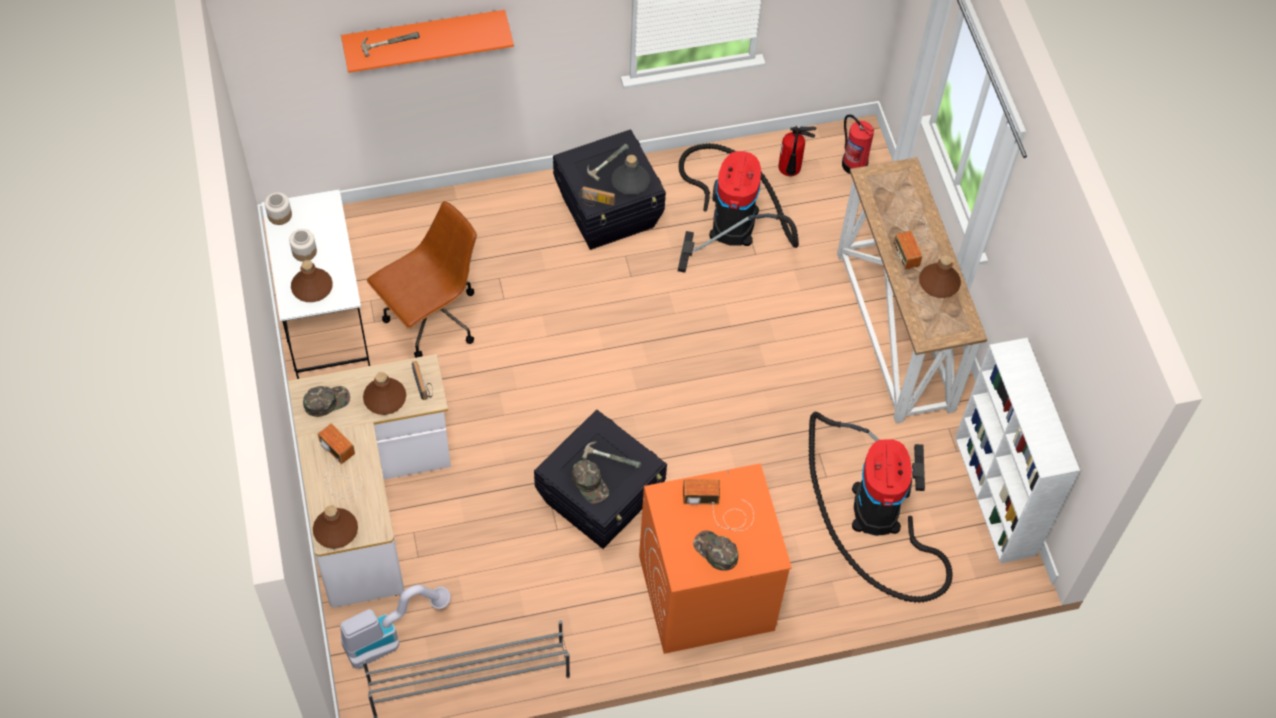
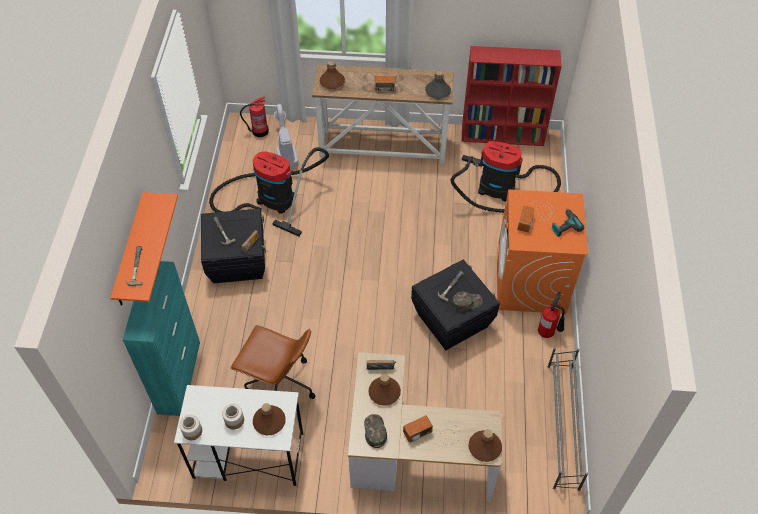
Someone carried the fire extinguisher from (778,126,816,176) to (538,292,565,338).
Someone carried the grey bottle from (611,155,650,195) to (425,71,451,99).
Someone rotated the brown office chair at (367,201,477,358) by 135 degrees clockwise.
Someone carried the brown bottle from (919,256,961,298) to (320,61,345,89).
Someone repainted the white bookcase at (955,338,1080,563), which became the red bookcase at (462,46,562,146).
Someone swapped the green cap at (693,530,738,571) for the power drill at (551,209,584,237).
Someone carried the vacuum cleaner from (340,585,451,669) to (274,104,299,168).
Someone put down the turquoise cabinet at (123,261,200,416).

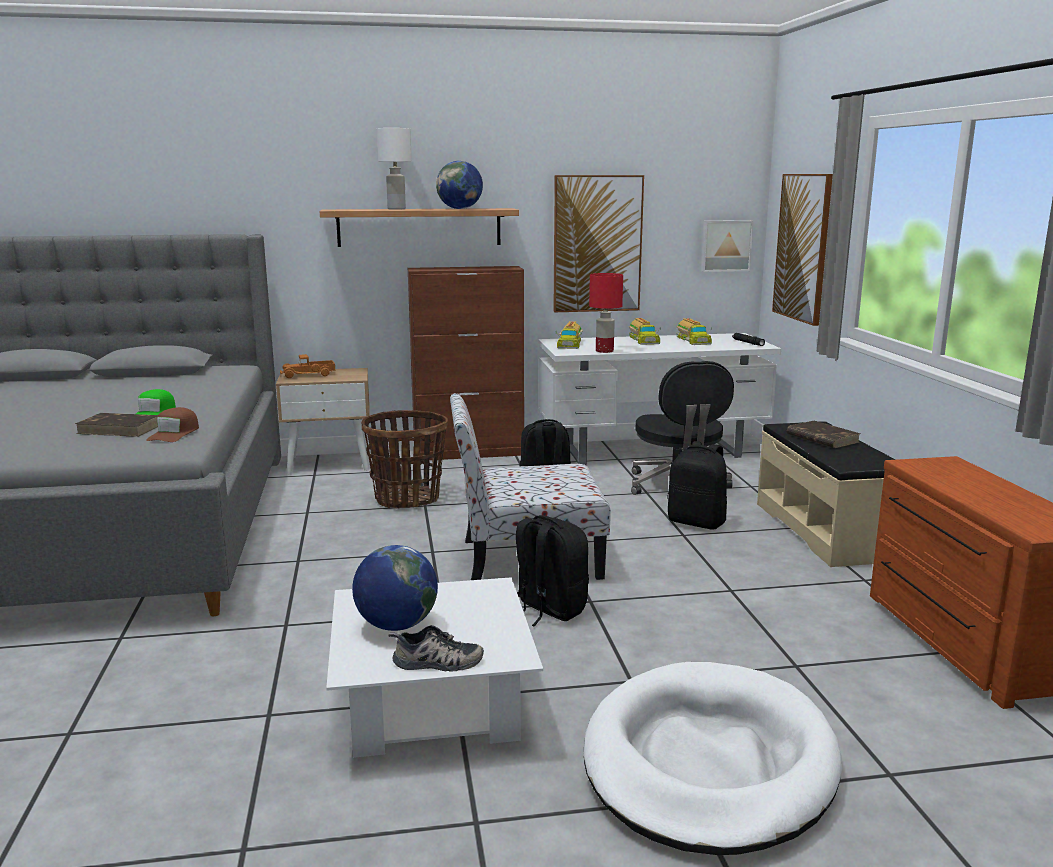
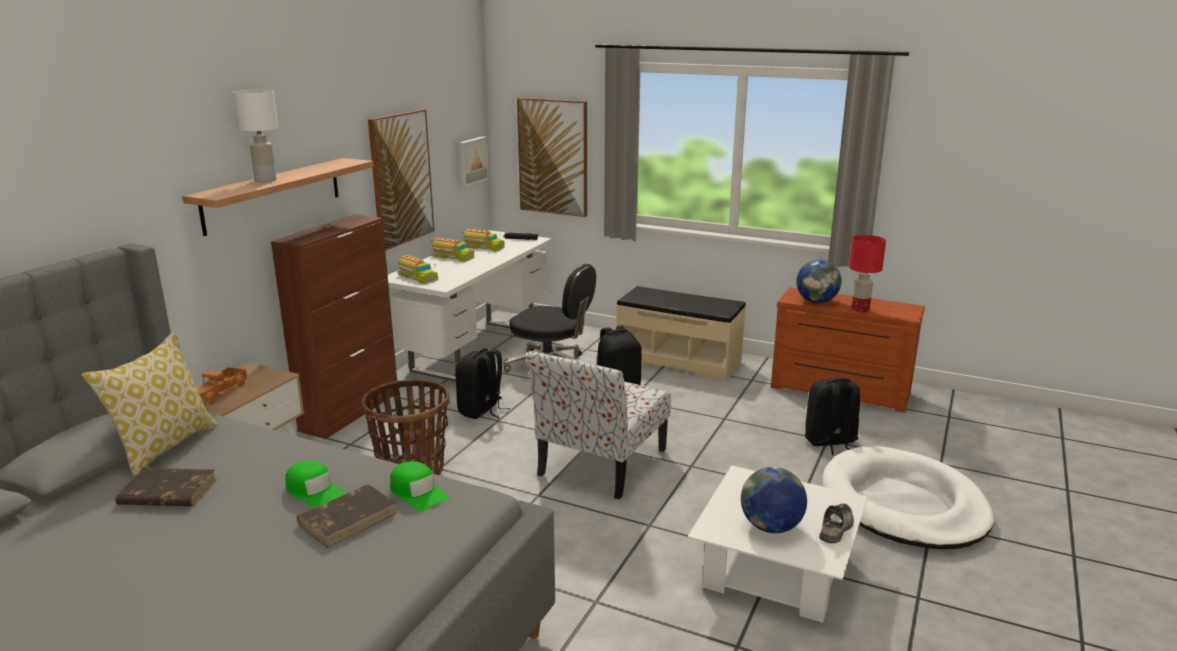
Someone carried the globe from (436,161,483,209) to (796,260,842,303).
Someone carried the red table lamp from (589,273,623,353) to (849,235,886,312).
Someone repainted the brown cap at (146,407,199,442), which became the green cap at (390,461,449,511).
Someone carried the brown book from (787,421,861,448) to (115,468,216,506).
Someone carried the black backpack from (516,515,589,627) to (805,378,860,455).
Someone put down the pillow at (82,332,219,477).

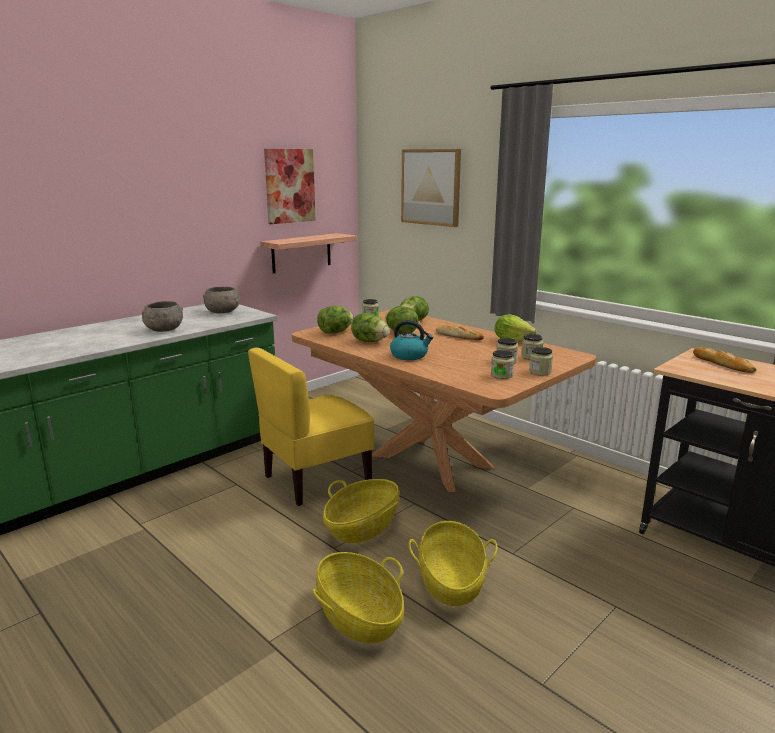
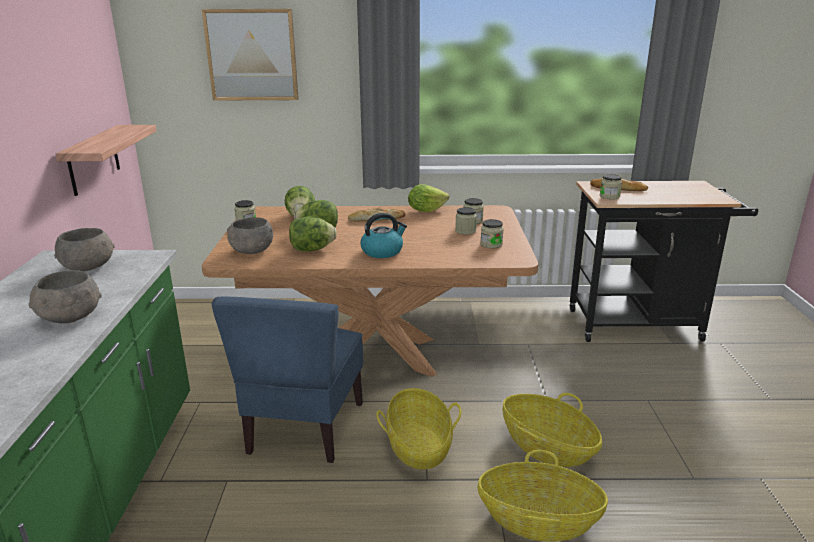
Someone took away the picture at (264,149,316,224).
Someone swapped the lettuce at (317,306,354,334) for the grey bowl at (227,217,273,254).
Someone repainted the yellow chair at (248,347,374,506), which became the blue chair at (212,297,363,463).
Someone carried the jar from (529,347,553,375) to (600,174,622,200).

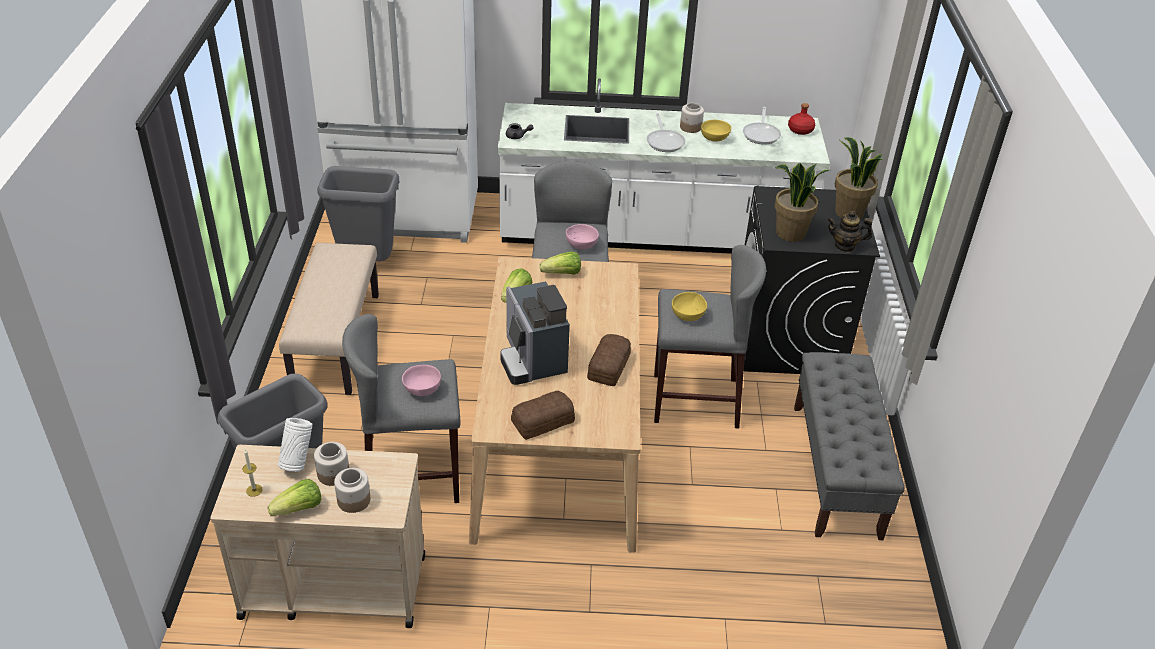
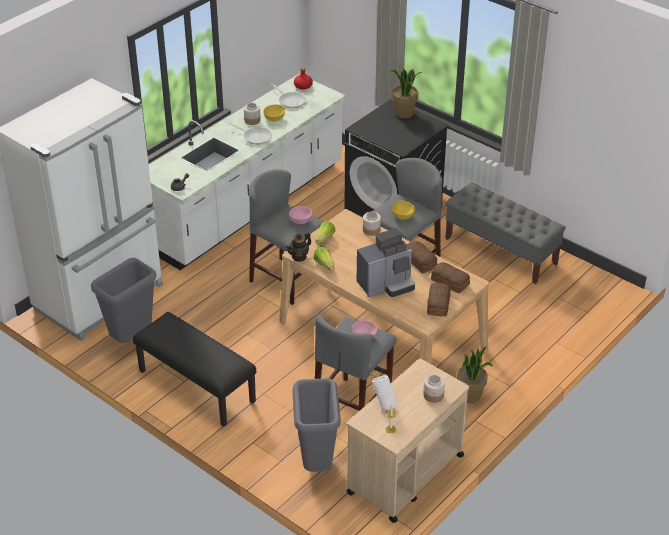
Someone carried the potted plant from (775,163,829,242) to (457,347,493,403).
Someone carried the teapot from (827,211,872,252) to (286,232,311,262).
Someone repainted the beige bench at (279,243,379,395), which became the black bench at (133,312,256,427).
Someone rotated the coffee machine at (500,281,570,385) by 45 degrees counterclockwise.
Someone carried the jar from (314,442,349,486) to (363,212,381,236).
Someone took away the lettuce at (267,479,321,516).
Someone put down the bread at (431,262,470,294).

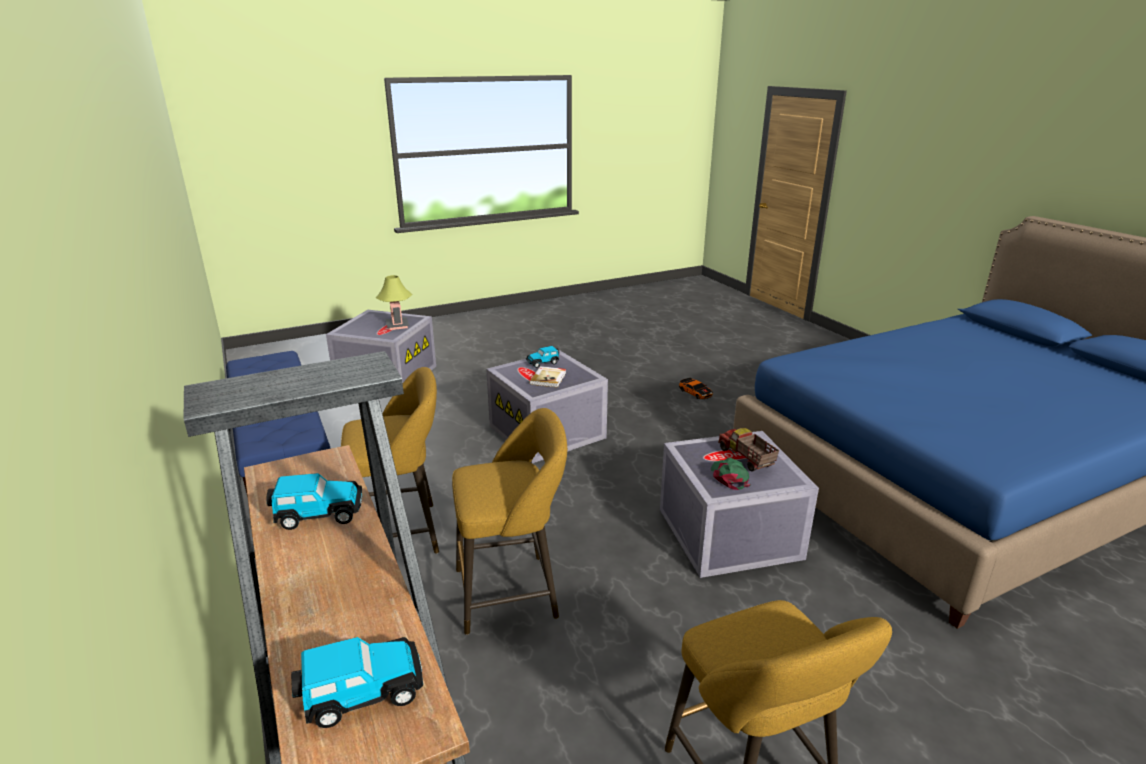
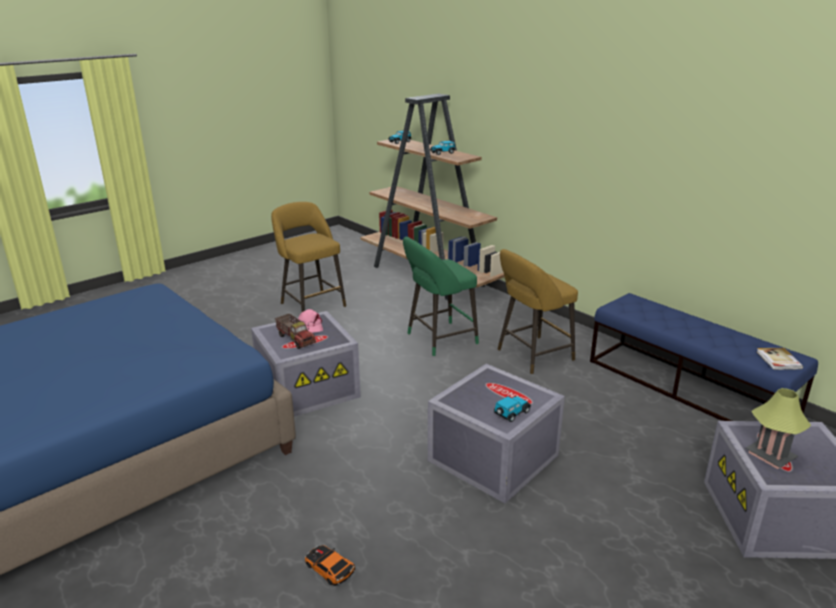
Someone carried the book from (530,366,566,388) to (757,348,803,370).
Someone repainted the yellow stool at (452,408,567,635), which became the green stool at (403,237,479,356).
Someone repainted the green cap at (711,458,750,490), which became the pink cap at (298,309,323,333).

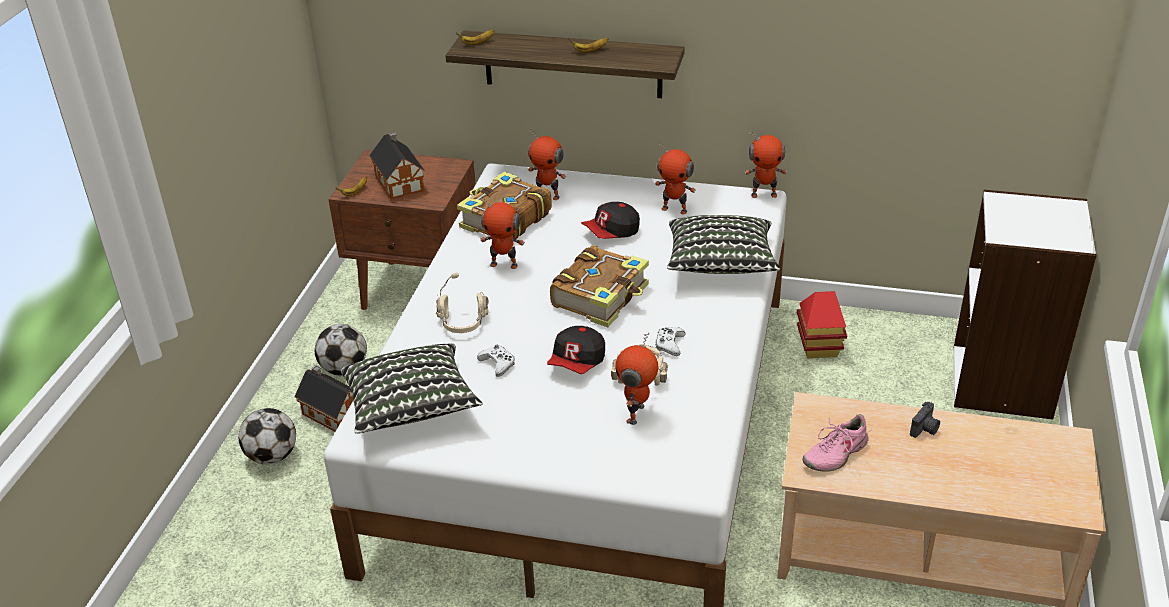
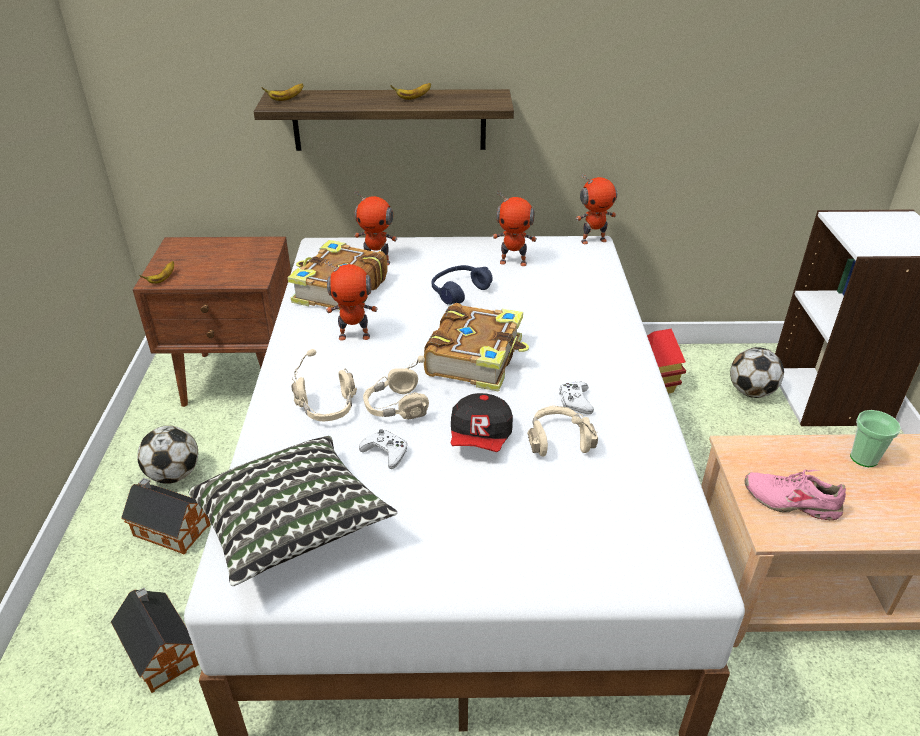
Someone carried the toy house from (369,132,425,200) to (111,588,199,693).
Someone swapped the cap at (581,202,640,239) for the blue headphones at (432,265,493,305).
Someone took away the pillow at (667,215,780,274).
Someone took away the toy robot at (615,333,658,425).
Someone swapped the photo camera at (910,402,940,438) for the cup at (850,410,901,467).
Someone carried the football from (238,408,296,464) to (730,347,784,398).
Someone rotated the pink shoe at (802,414,871,472) by 75 degrees clockwise.
Someone put down the beige headphones at (363,356,429,419).

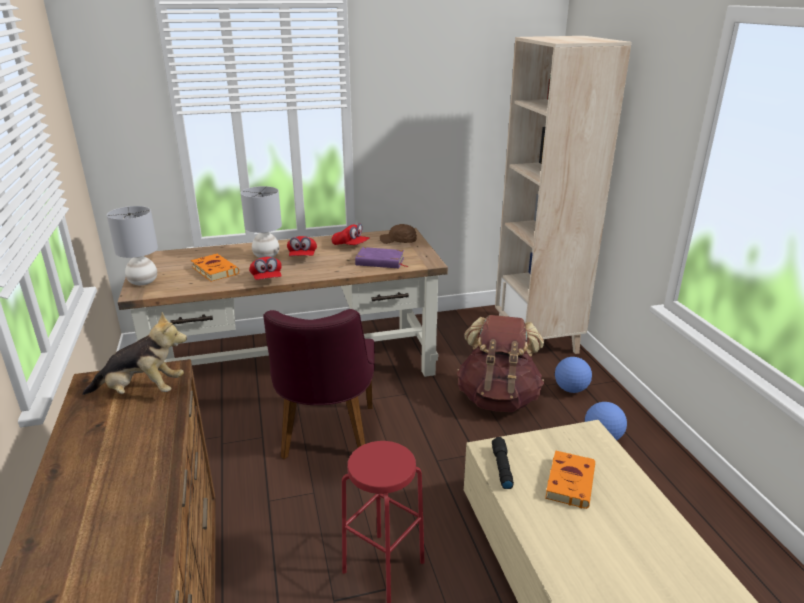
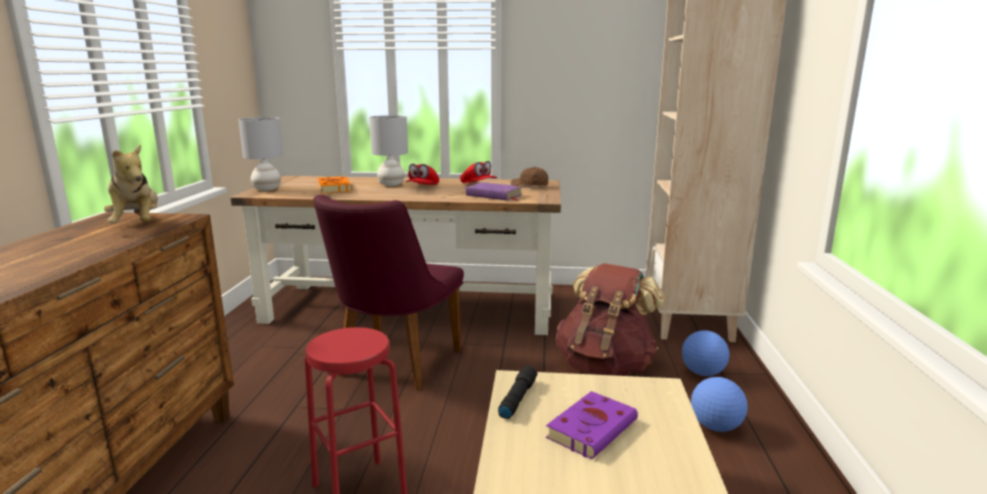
Someone took away the red cap at (249,257,282,280).
Someone rotated the plush toy at (83,312,187,395) by 45 degrees clockwise.
Someone repainted the orange book at (545,450,595,509), which became the purple book at (546,391,638,459).

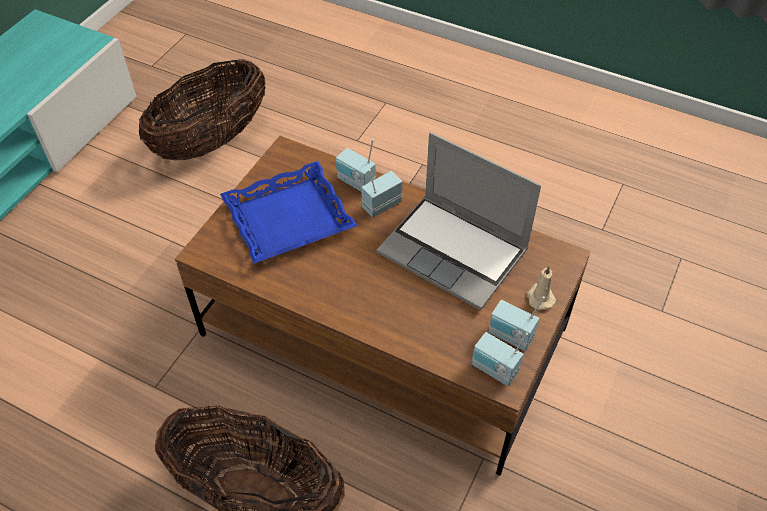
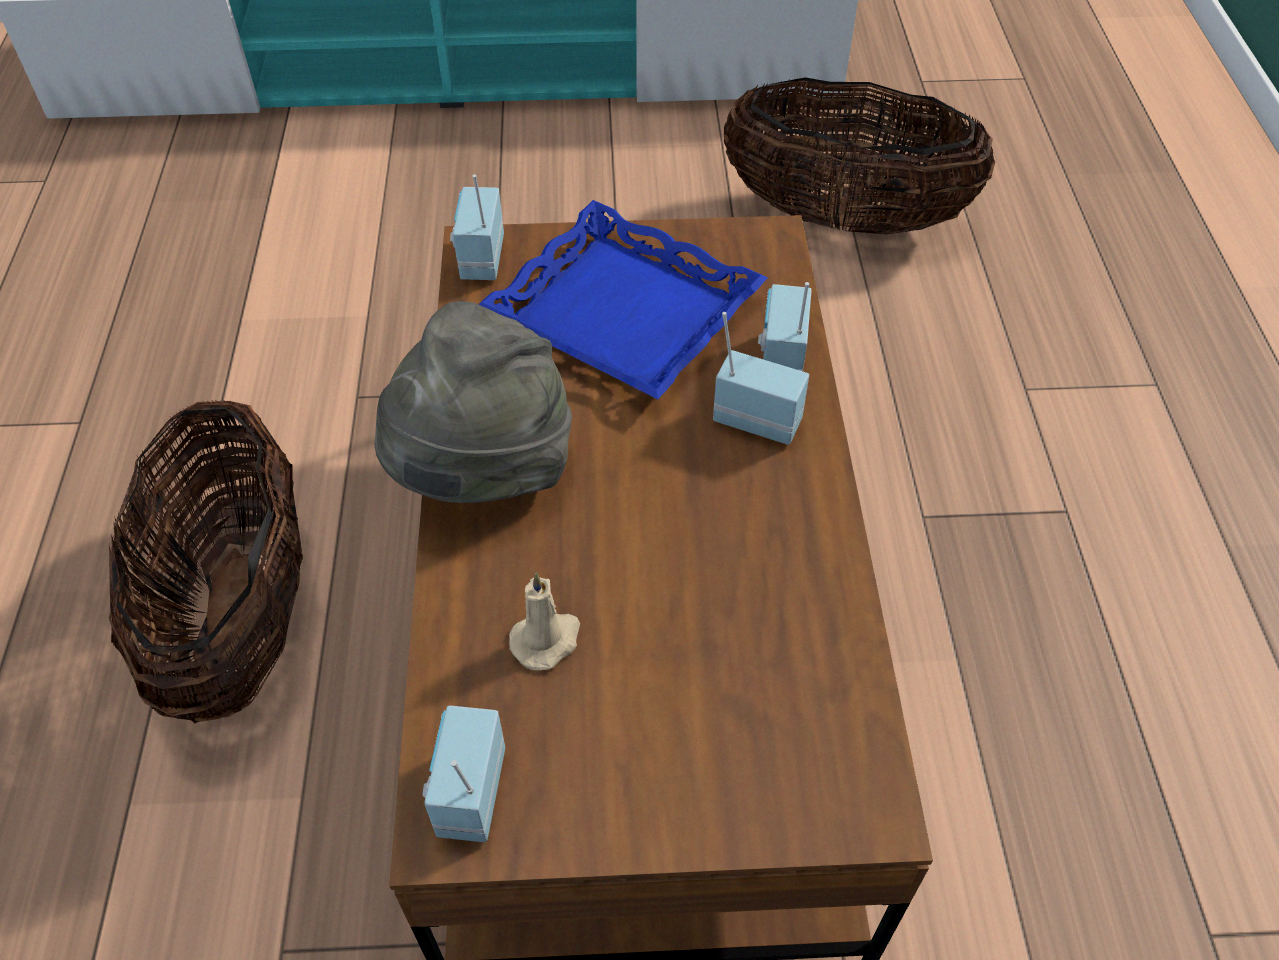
Someone took away the laptop at (377,132,541,310).
Someone carried the beige candle from (527,266,556,310) to (509,572,580,670).
Someone carried the radio from (488,296,545,351) to (450,174,504,280).
Someone put down the grey hat at (374,301,572,503).

